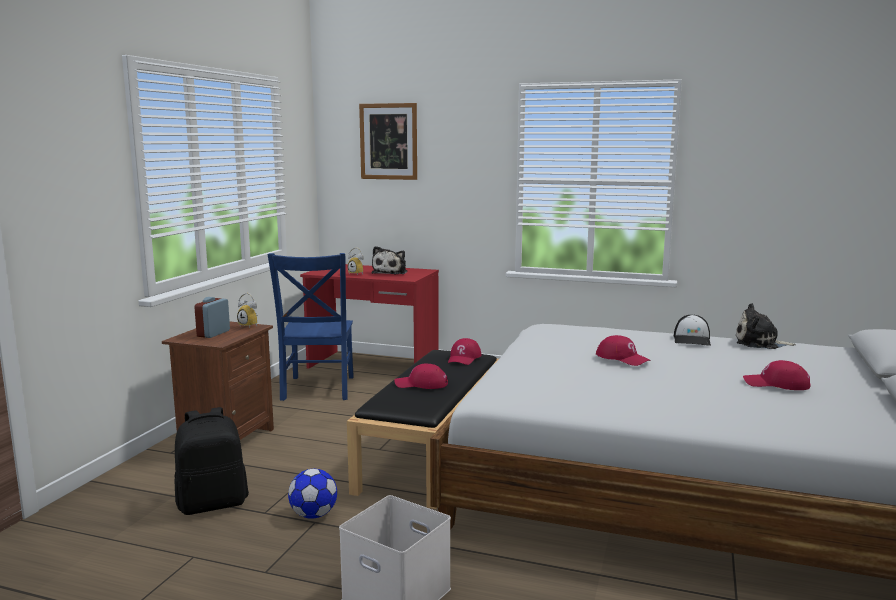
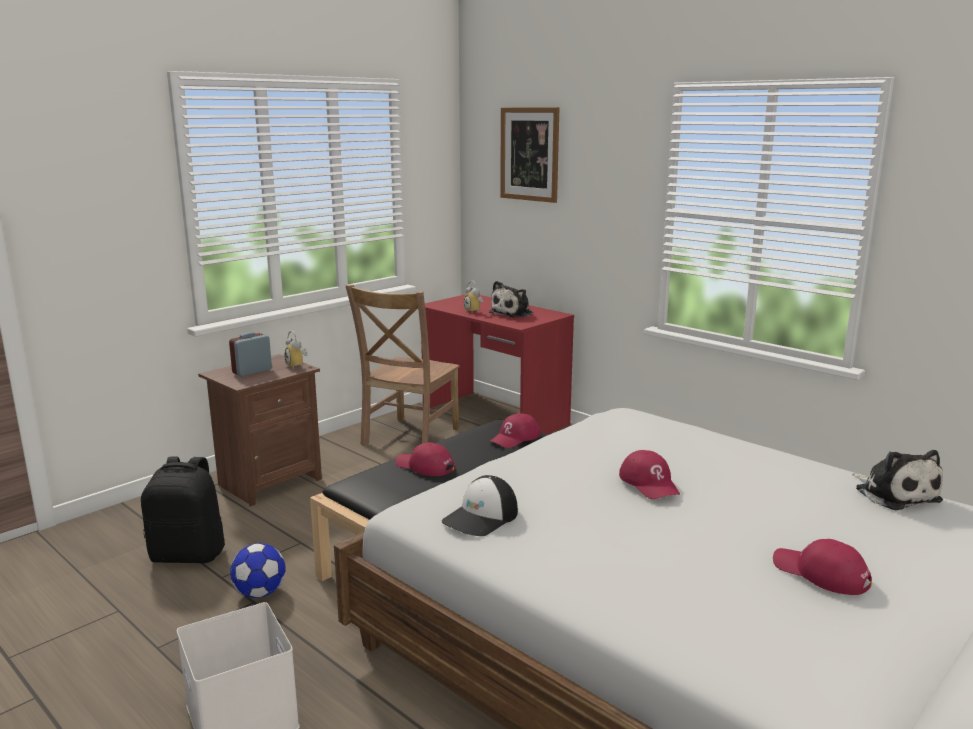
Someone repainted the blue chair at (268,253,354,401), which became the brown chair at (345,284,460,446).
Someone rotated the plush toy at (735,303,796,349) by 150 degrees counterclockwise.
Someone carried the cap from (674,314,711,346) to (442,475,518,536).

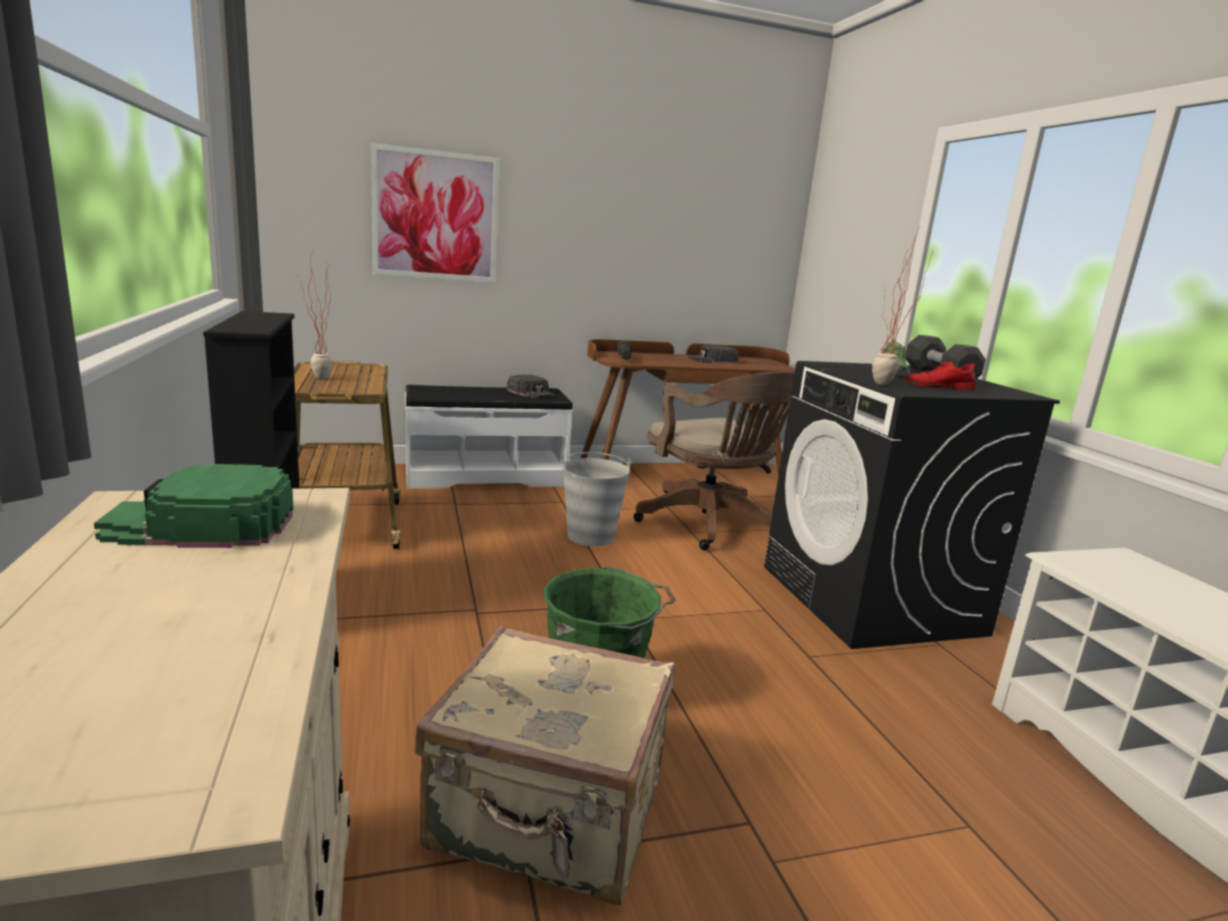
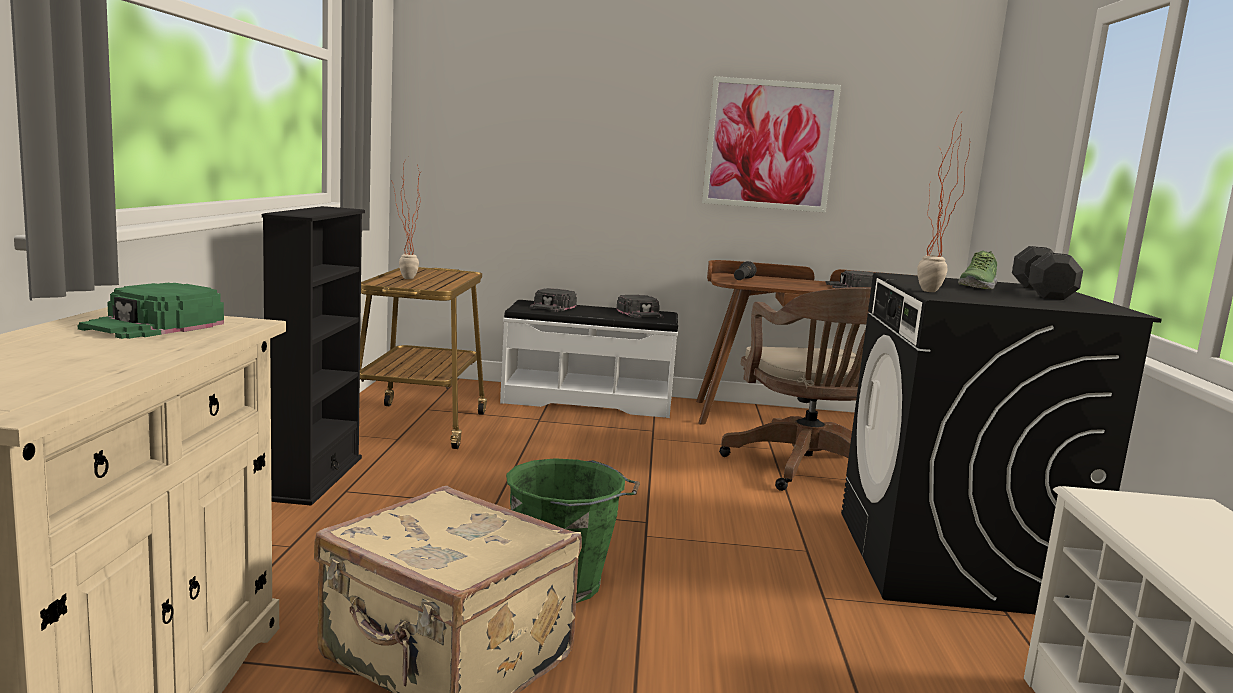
Someone carried the picture from (371,143,500,283) to (702,76,841,213).
Someone took away the red shoe at (905,360,976,390).
Someone took away the grey bucket at (560,452,632,546).
Someone rotated the green cap at (94,464,293,548) by 75 degrees counterclockwise.
Someone put down the black cap at (529,288,577,312).

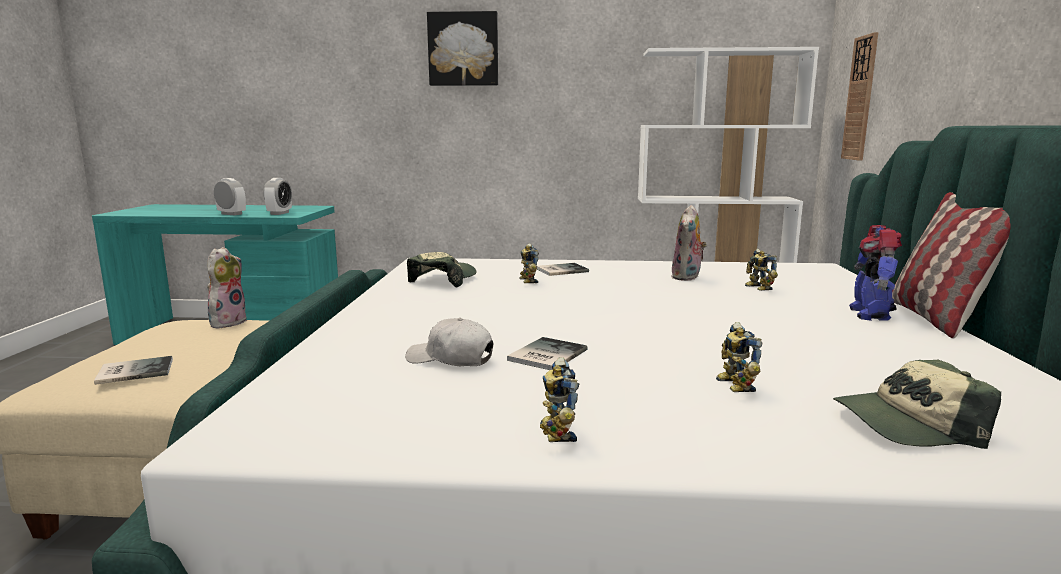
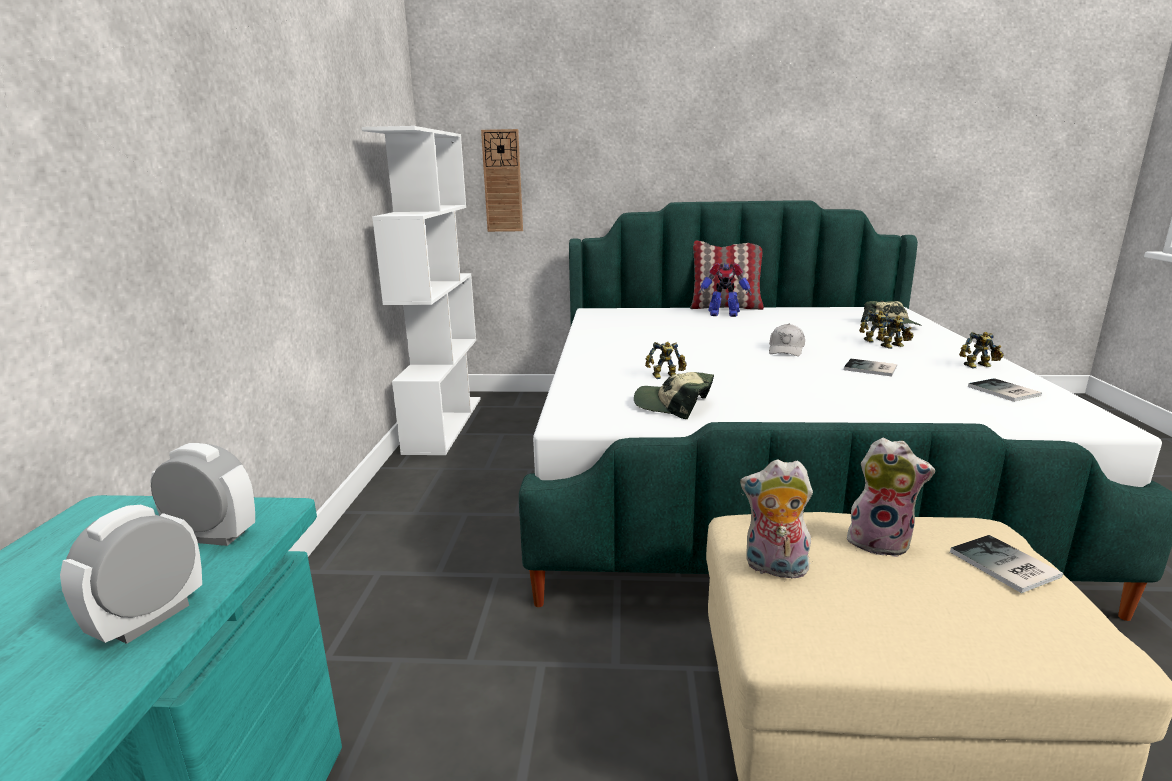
Someone took away the picture at (427,11,498,86).
Someone carried the plush toy from (671,205,707,281) to (847,438,935,557).
Someone carried the toy robot from (745,249,778,291) to (877,316,914,349).
Someone carried the book from (537,263,589,276) to (968,378,1042,402).
Someone carried the white cap from (405,318,494,366) to (769,324,805,356).

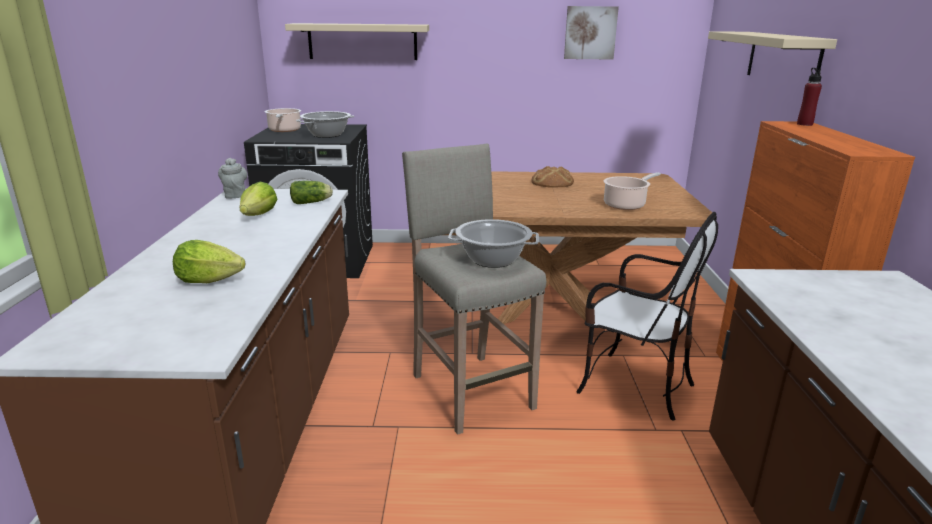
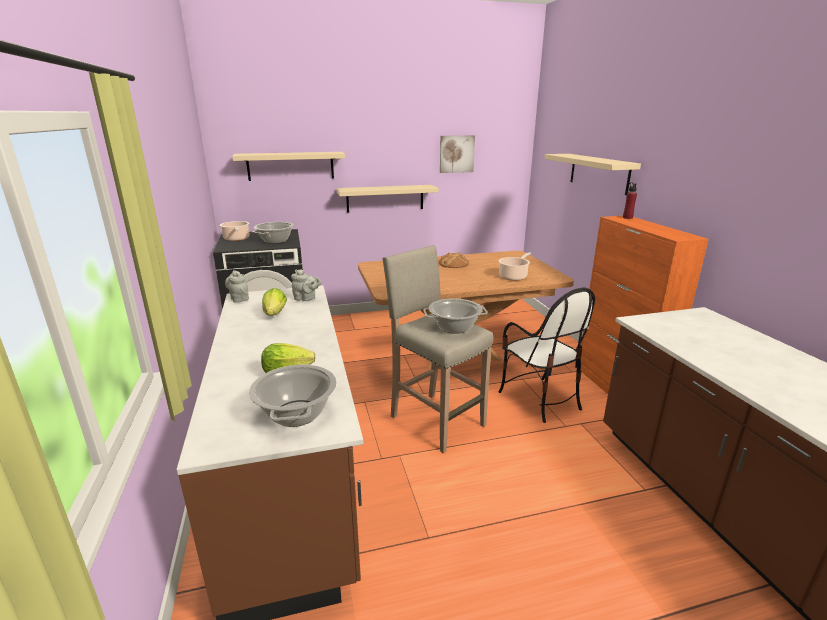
Someone swapped the lettuce at (290,181,333,204) for the grey teapot at (291,269,322,301).
Someone rotated the chair at (576,212,718,421) by 45 degrees clockwise.
Someone put up the beige shelf at (336,185,439,213).
Someone put down the cooking pot at (249,365,337,427).

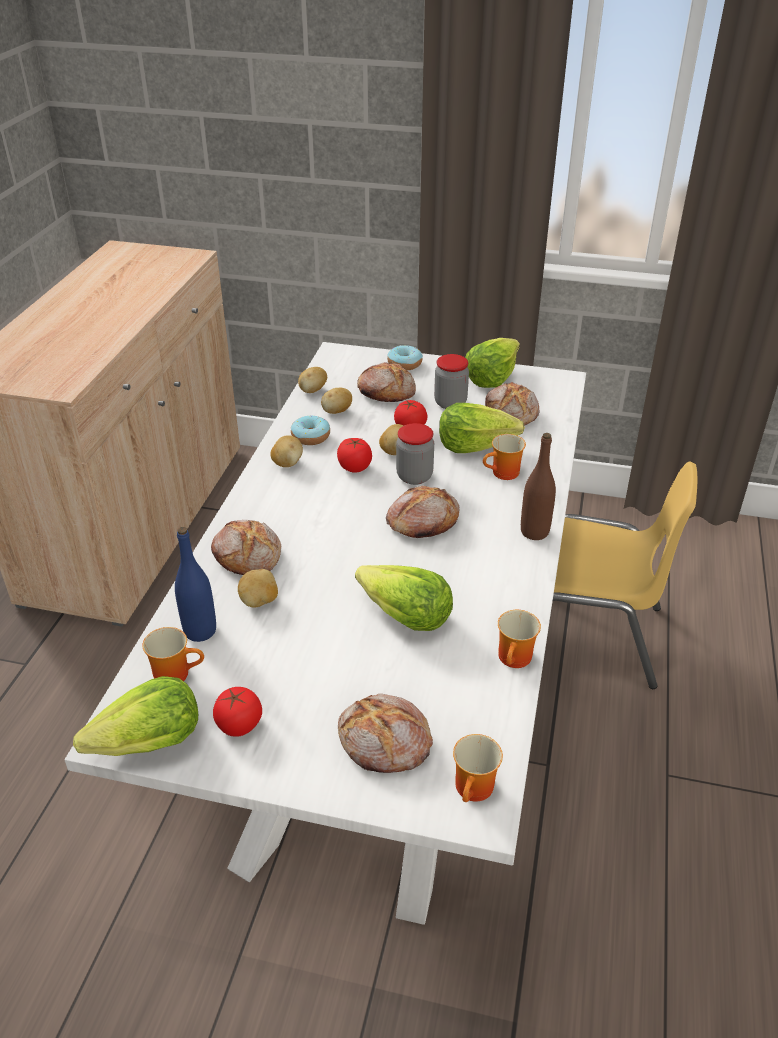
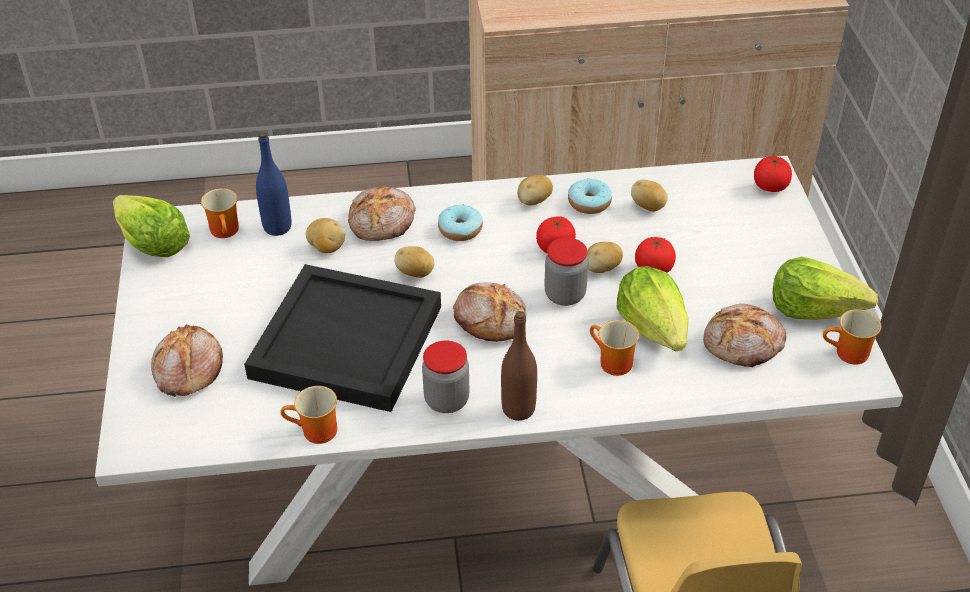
Someone carried the donut from (387,345,423,371) to (438,204,483,241).
Someone carried the jar from (434,354,469,409) to (422,340,470,413).
Someone took away the bread at (357,362,416,402).
Someone carried the potato from (298,367,328,393) to (394,246,435,278).
Someone swapped the lettuce at (355,565,453,631) for the black tray at (244,264,441,412).
Someone carried the tomato from (213,687,262,737) to (754,156,792,192).
Someone carried the mug from (453,734,503,802) to (823,309,881,364).

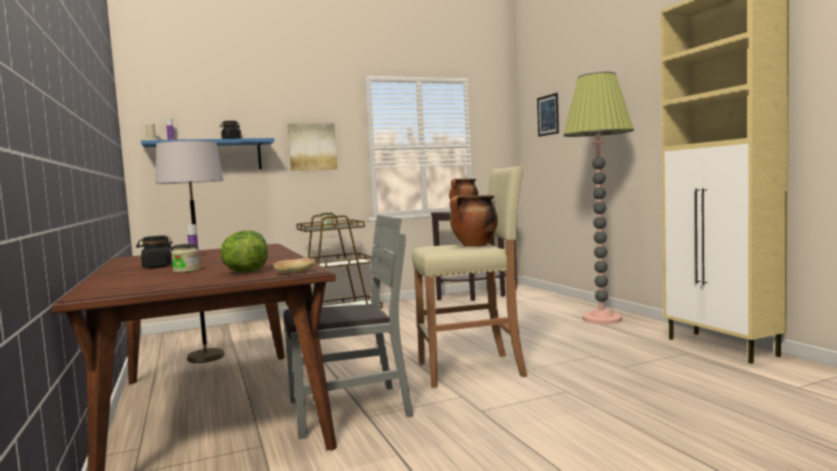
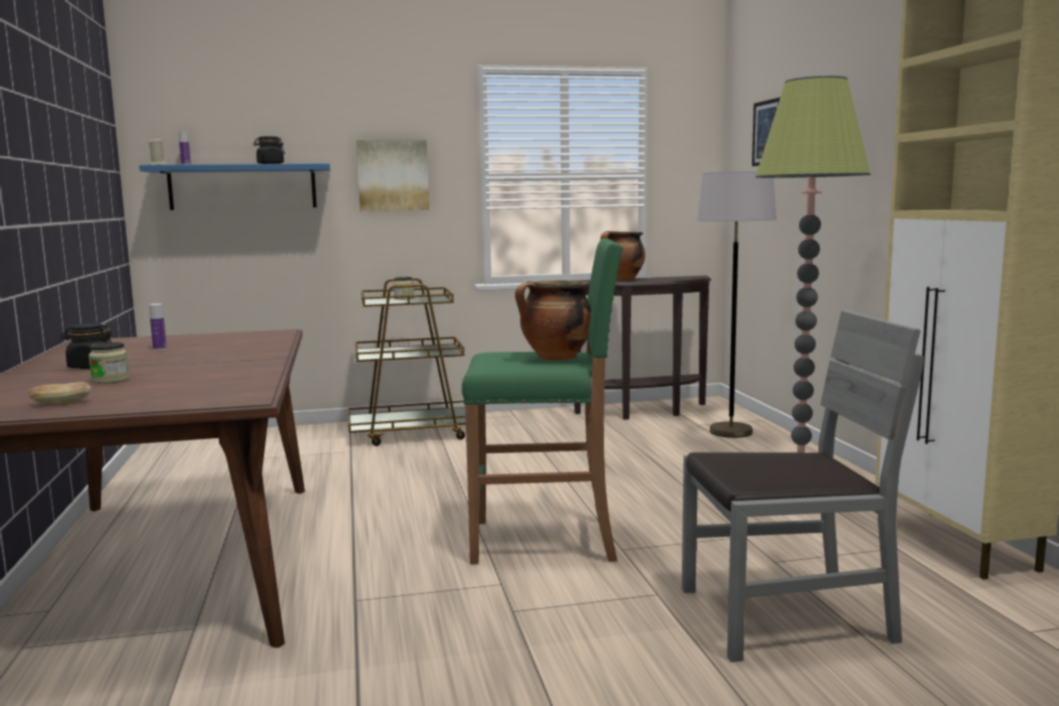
Someone carried the grey floor lamp from (155,141,224,363) to (697,171,777,438).
Someone repainted the beige stool at (412,166,528,388), which became the green stool at (462,238,623,564).
Someone carried the grey chair from (283,215,413,439) to (682,310,924,662).
Someone took away the lettuce at (220,230,268,272).
Someone carried the bread from (274,258,314,274) to (28,382,91,404).

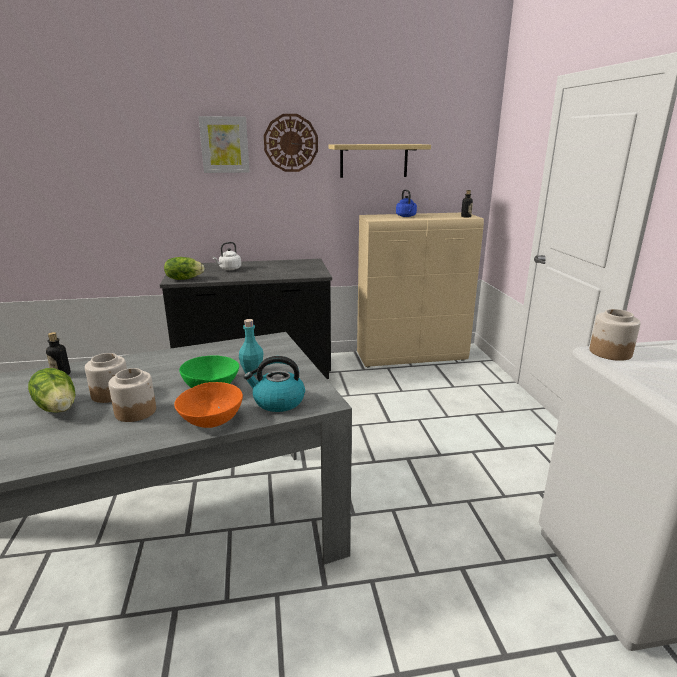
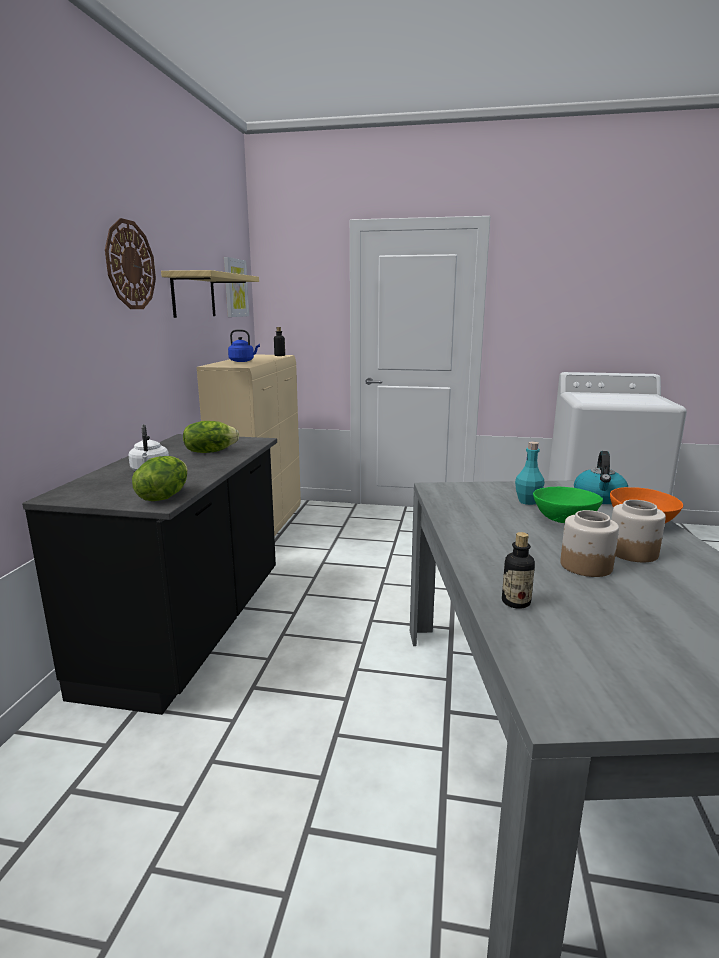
Someone carried the picture from (198,116,250,173) to (224,257,249,317).
Someone took away the jar at (589,309,641,361).
Someone carried the lettuce from (28,368,76,413) to (183,421,239,453).

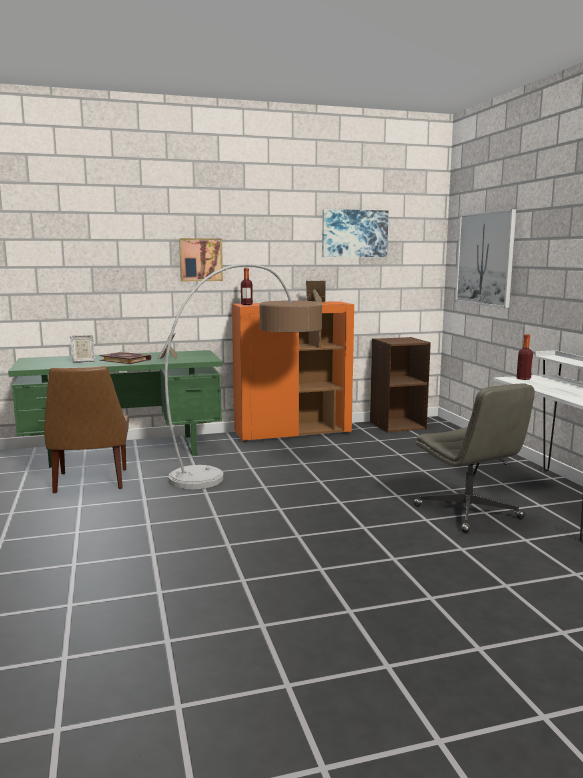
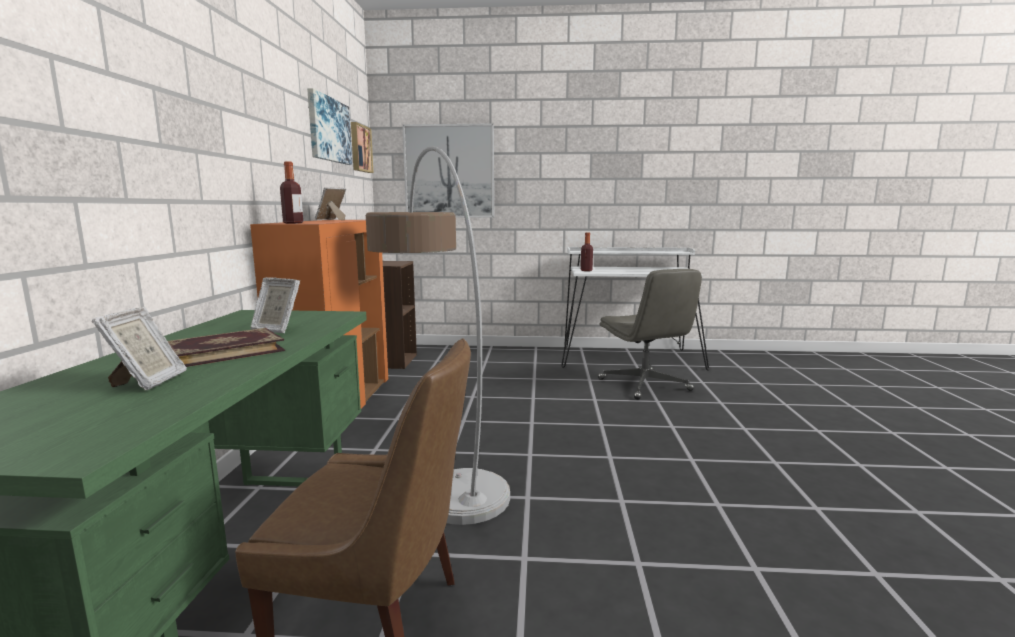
Someone carried the picture from (179,238,223,281) to (351,122,374,173).
Someone rotated the grey office chair at (414,383,535,533) by 75 degrees clockwise.

